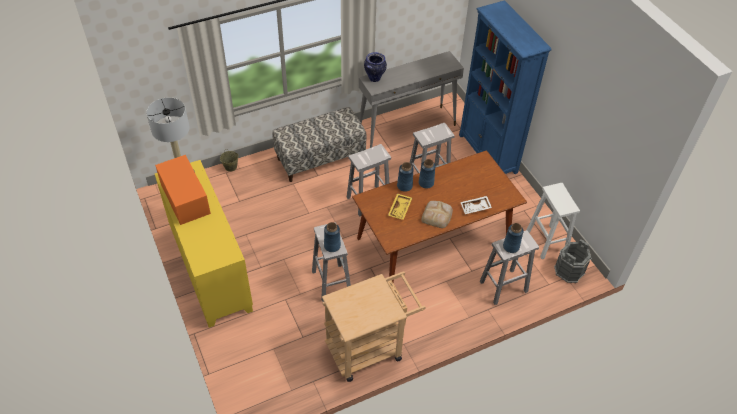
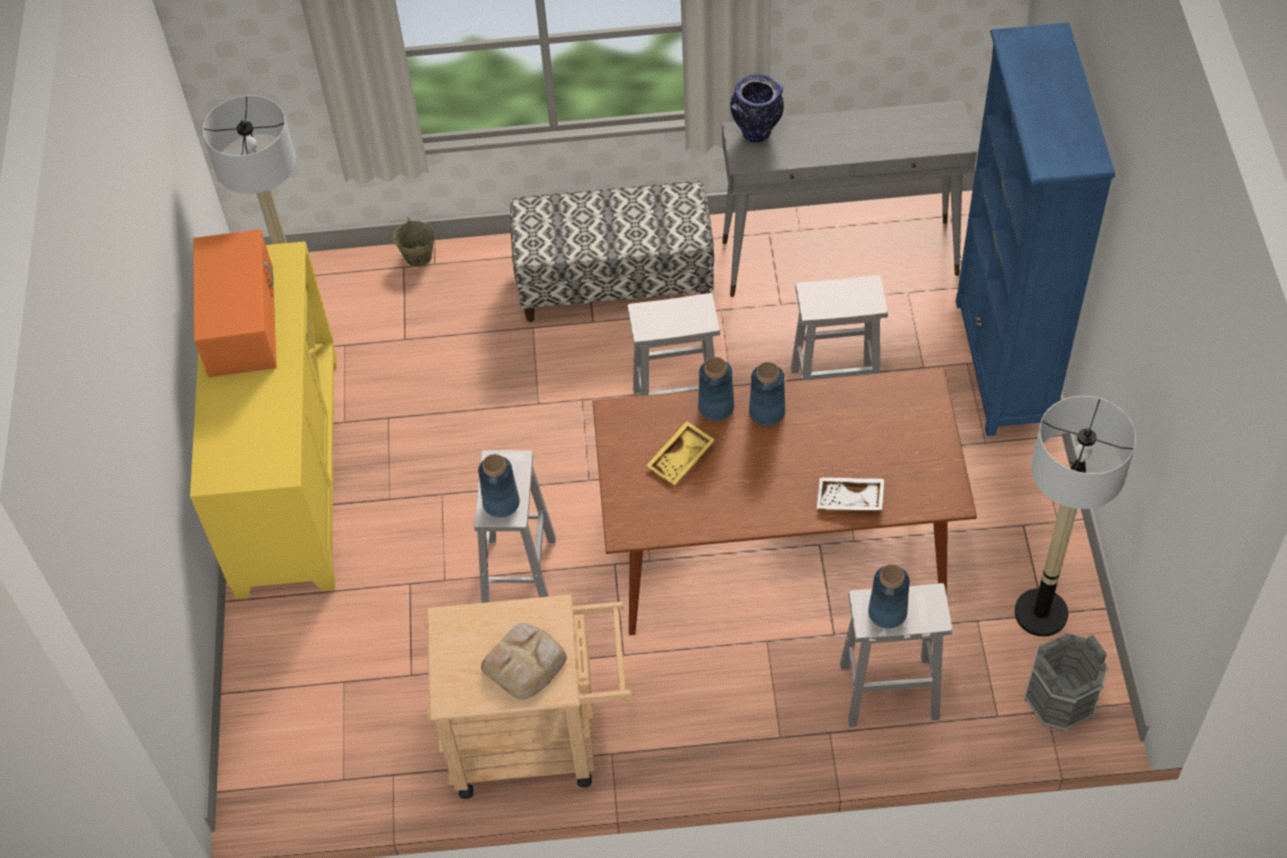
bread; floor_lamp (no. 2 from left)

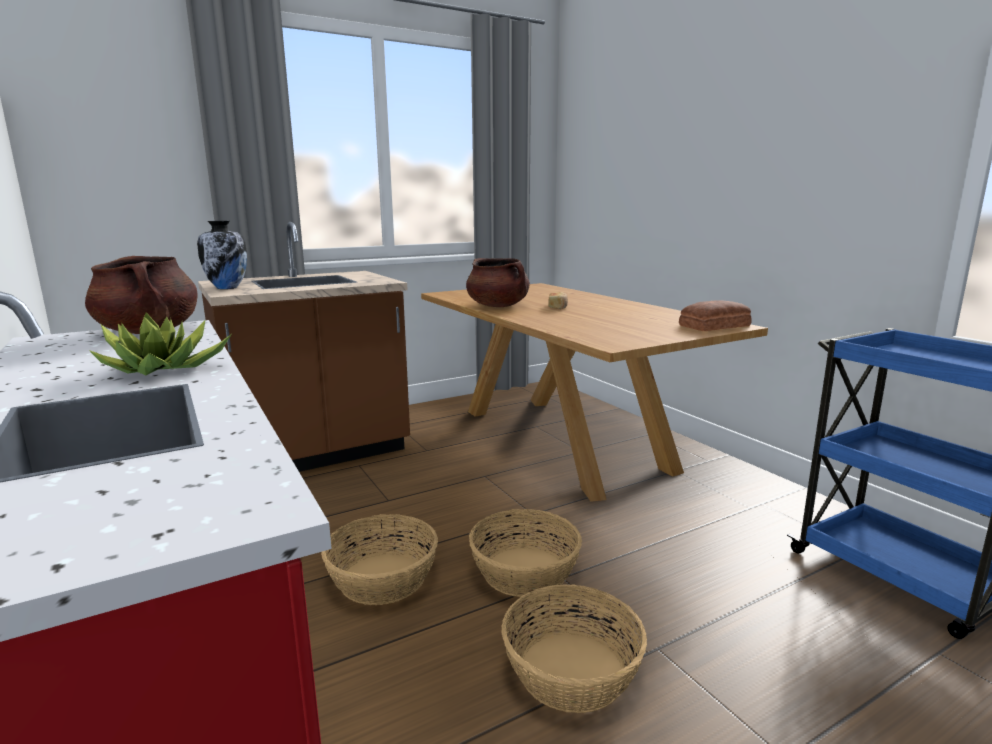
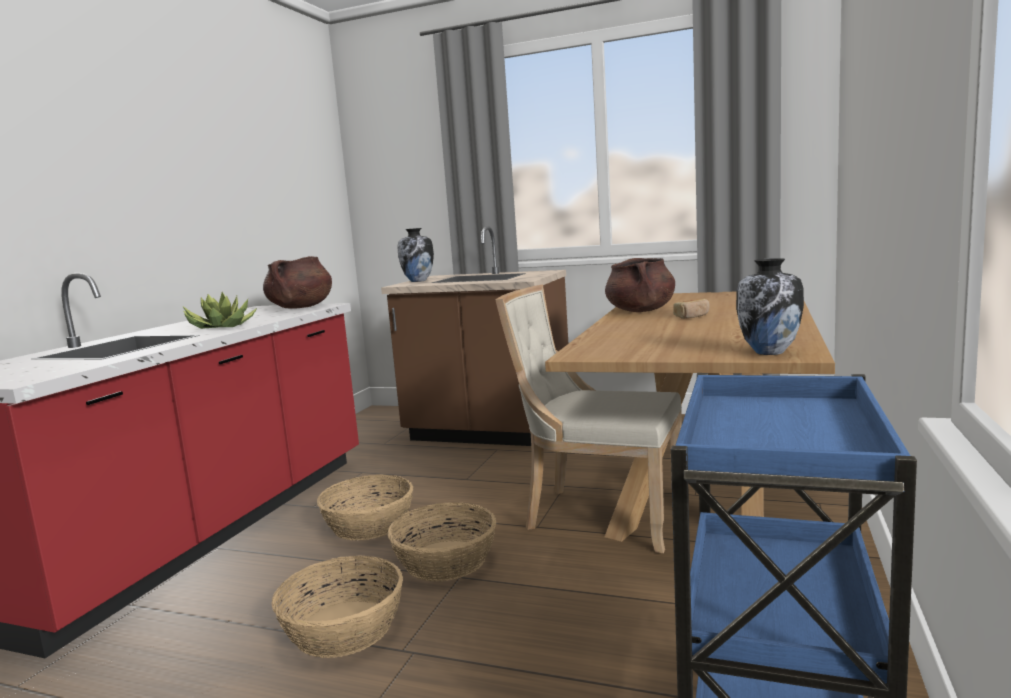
beige_chair; vase (no. 2 from left)

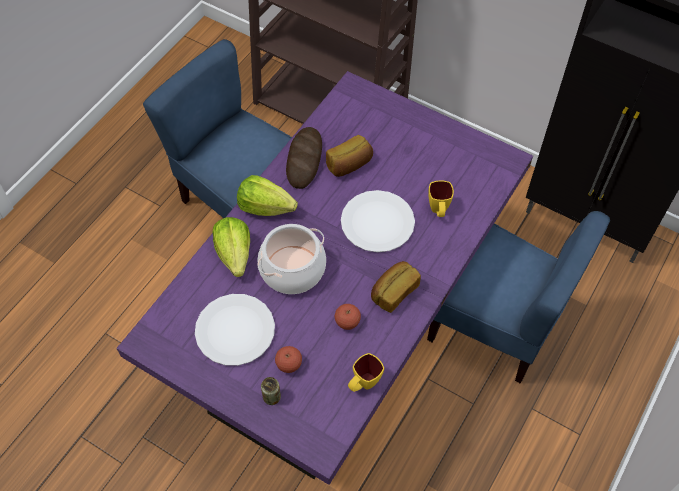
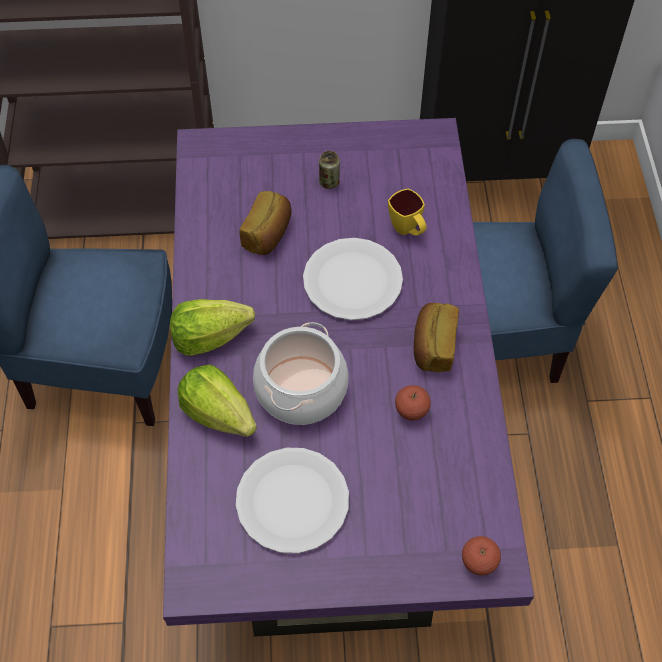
bread (no. 1 from left in the first image); yellow_mug (no. 1 from left in the first image); can; apple (no. 2 from left)

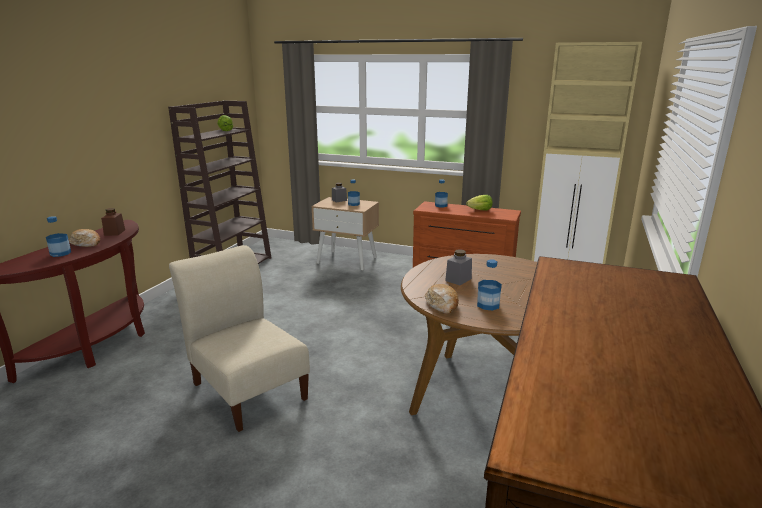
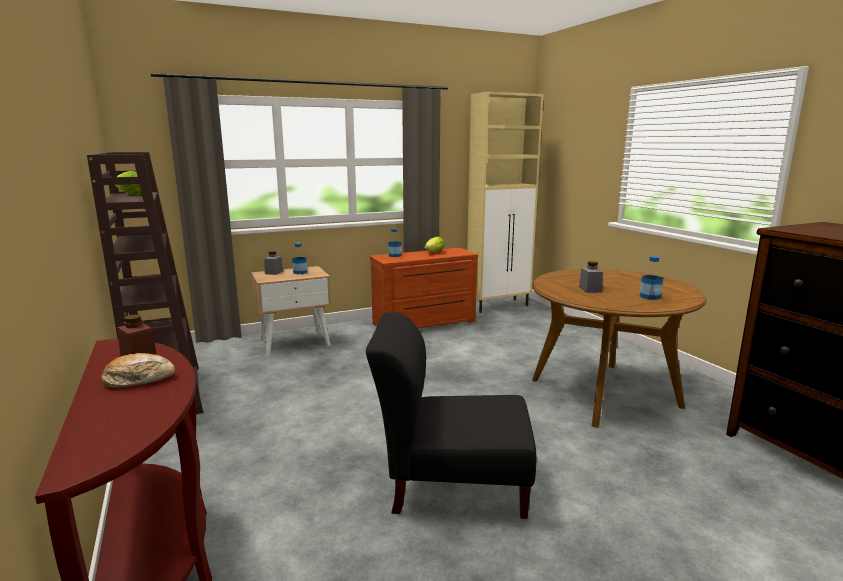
bottle (no. 1 from left in the first image); bread (no. 2 from left in the first image); black_chair

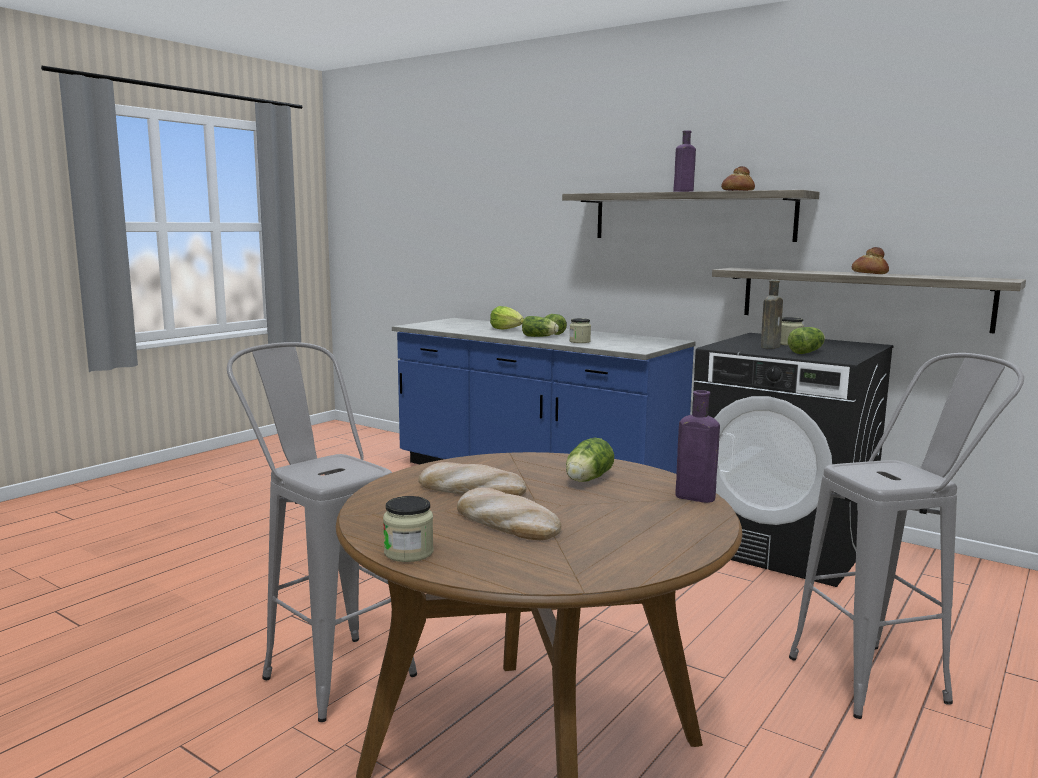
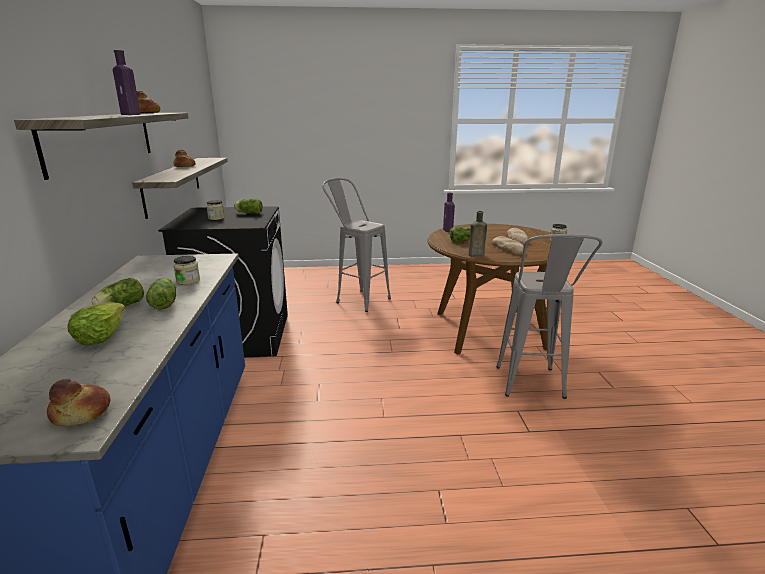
bread (no. 1 from left); brown_bottle

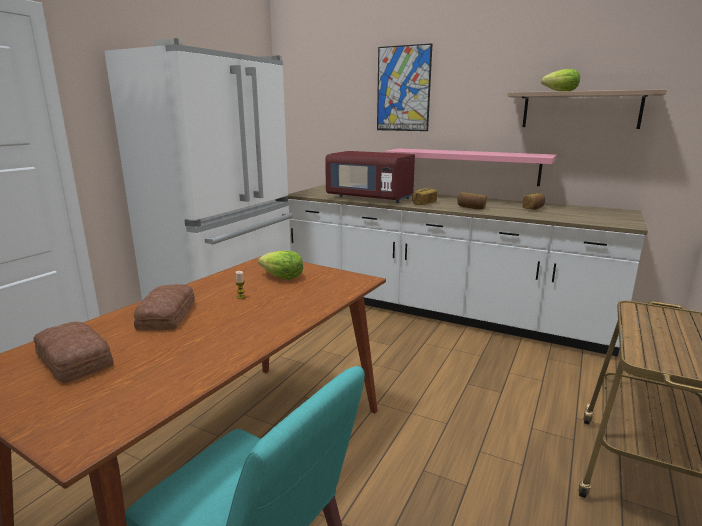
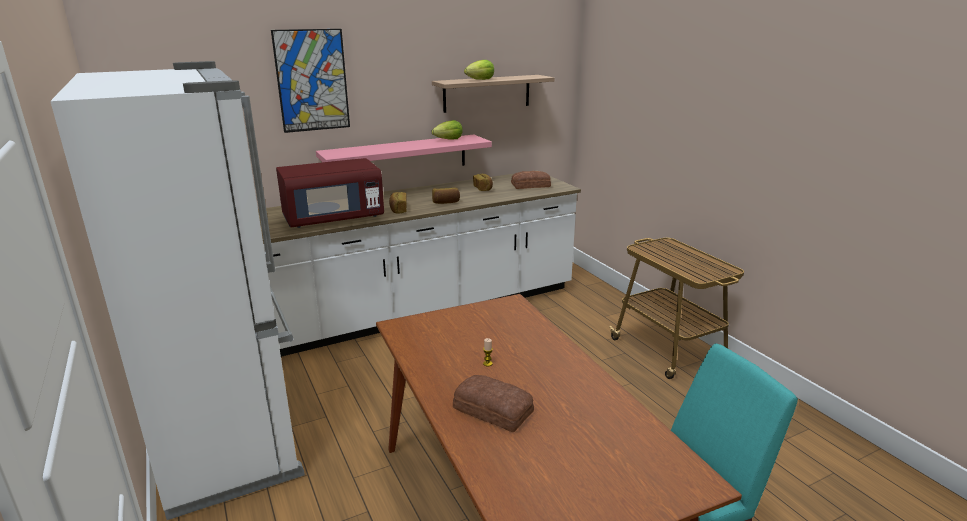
bread (no. 5 from left); lettuce (no. 1 from left)

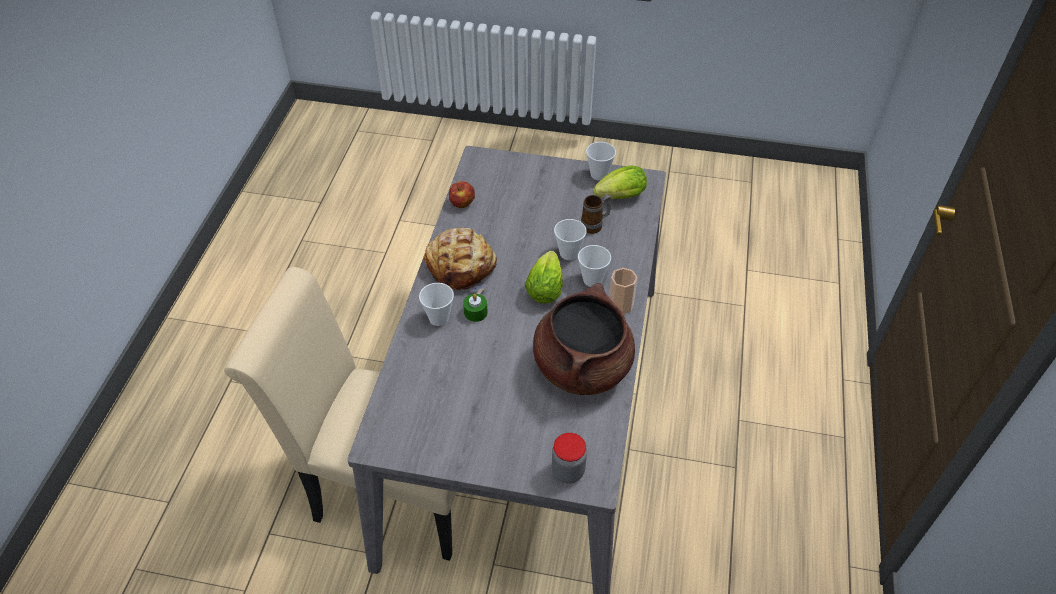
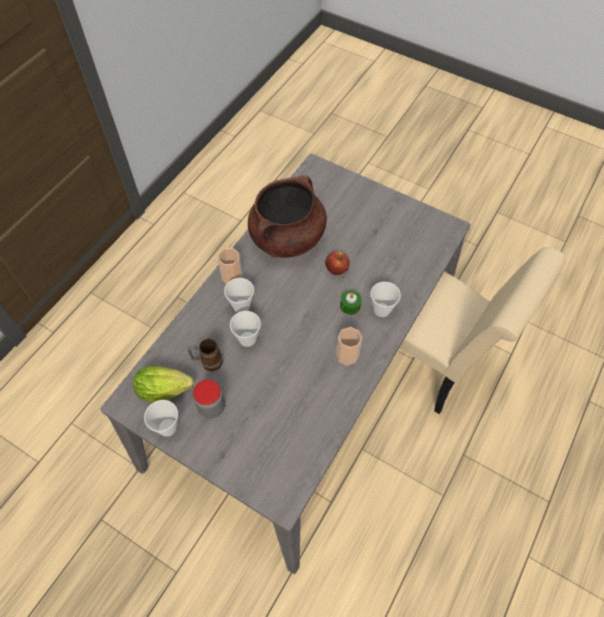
lettuce (no. 1 from left in the first image); apple; jar; cup (no. 5 from left)

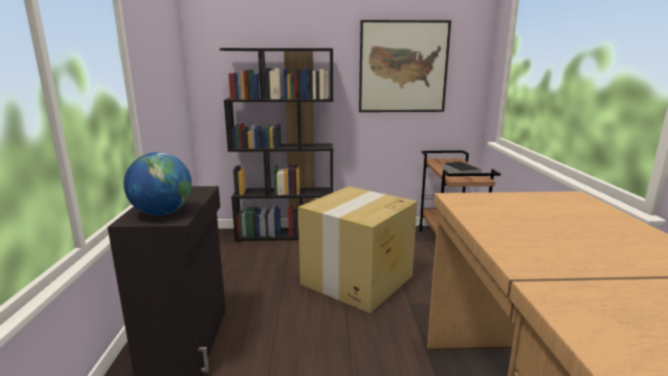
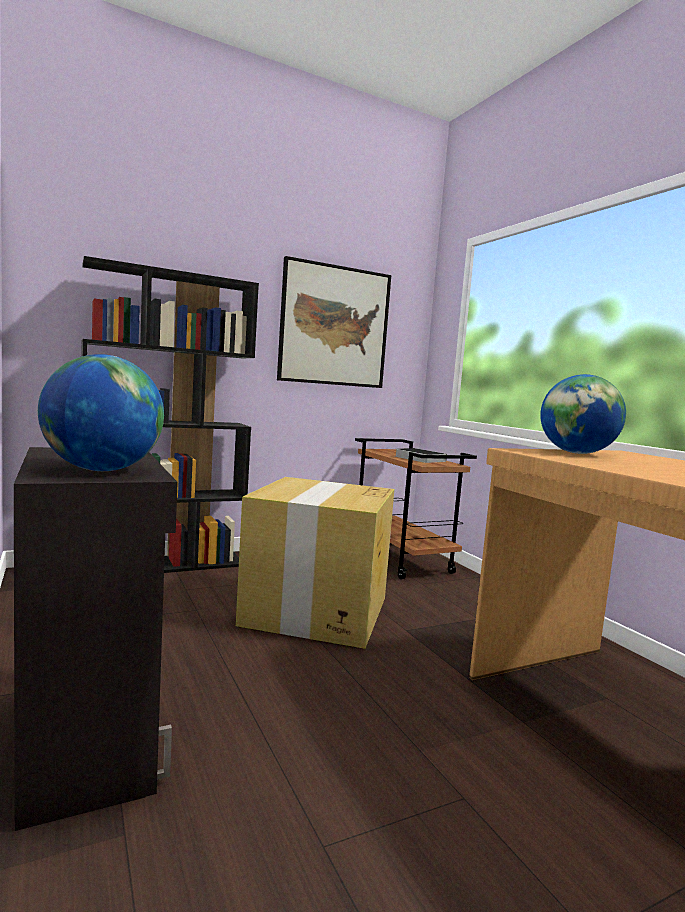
globe (no. 2 from left)

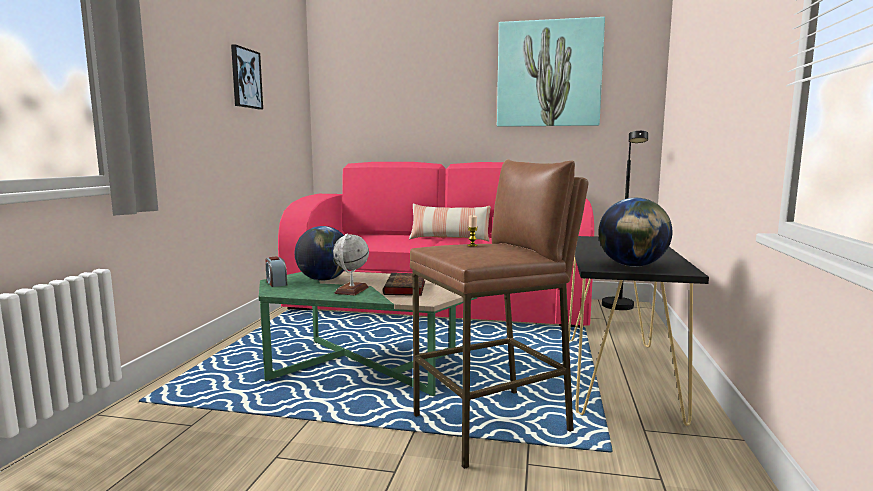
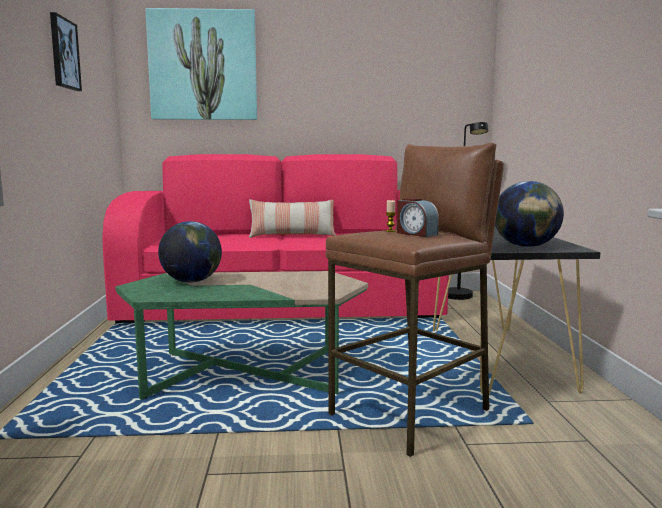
globe (no. 2 from left in the first image); book; alarm_clock; picture (no. 2 from left)

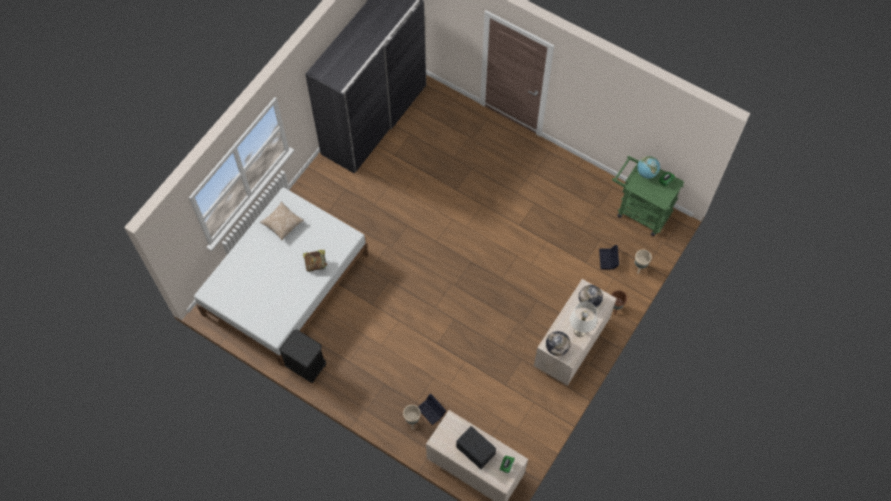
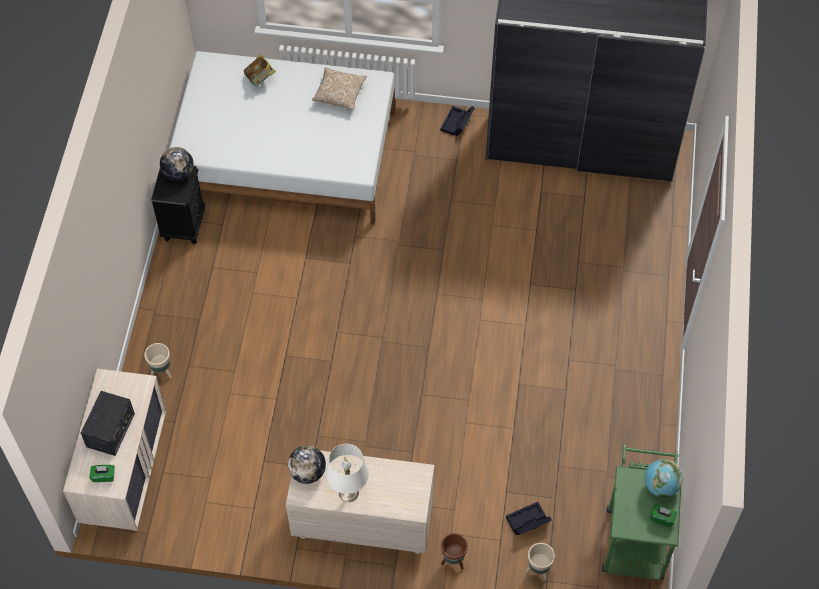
book; black_storage_box (no. 1 from left); globe (no. 1 from left)

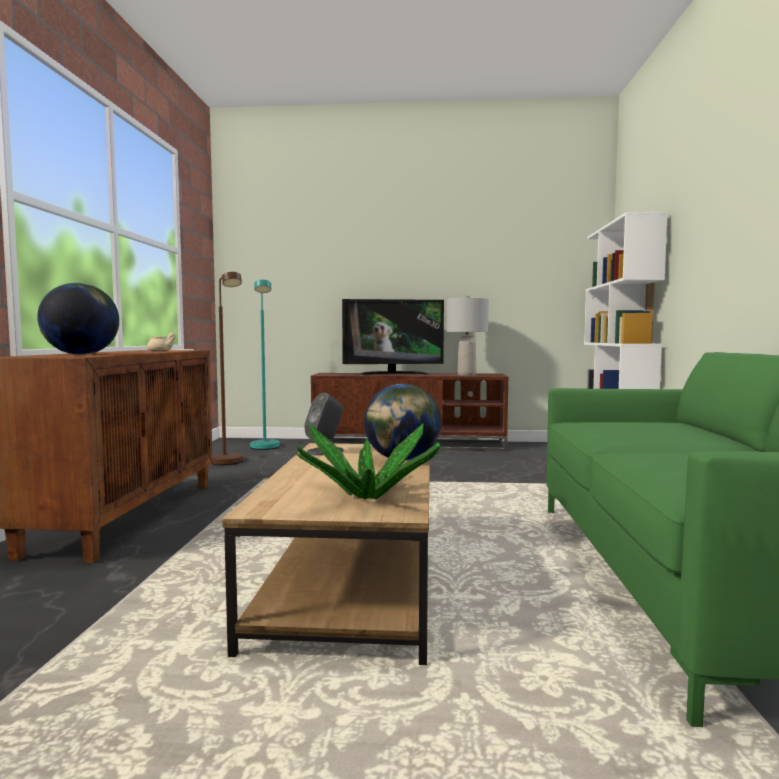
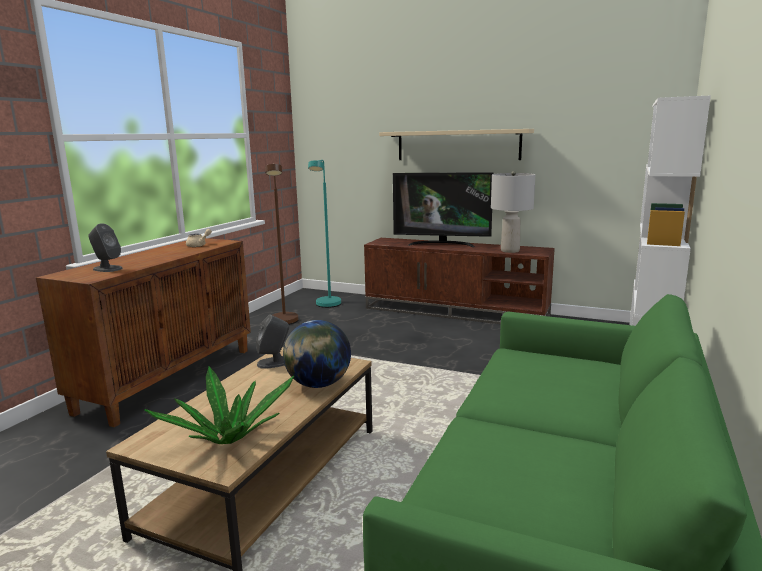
beige_shelf; grey_speaker (no. 1 from left)

